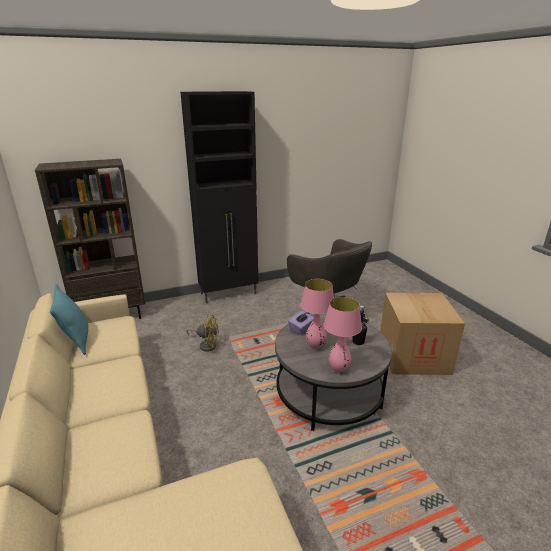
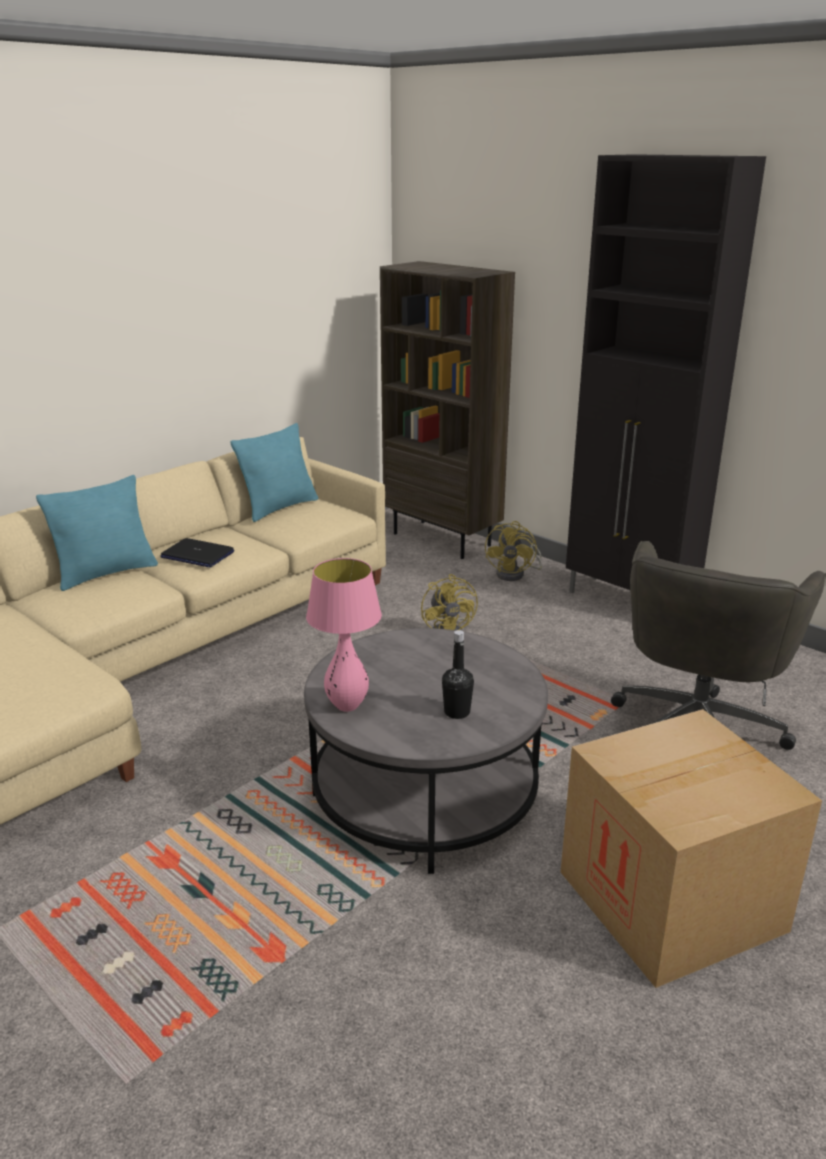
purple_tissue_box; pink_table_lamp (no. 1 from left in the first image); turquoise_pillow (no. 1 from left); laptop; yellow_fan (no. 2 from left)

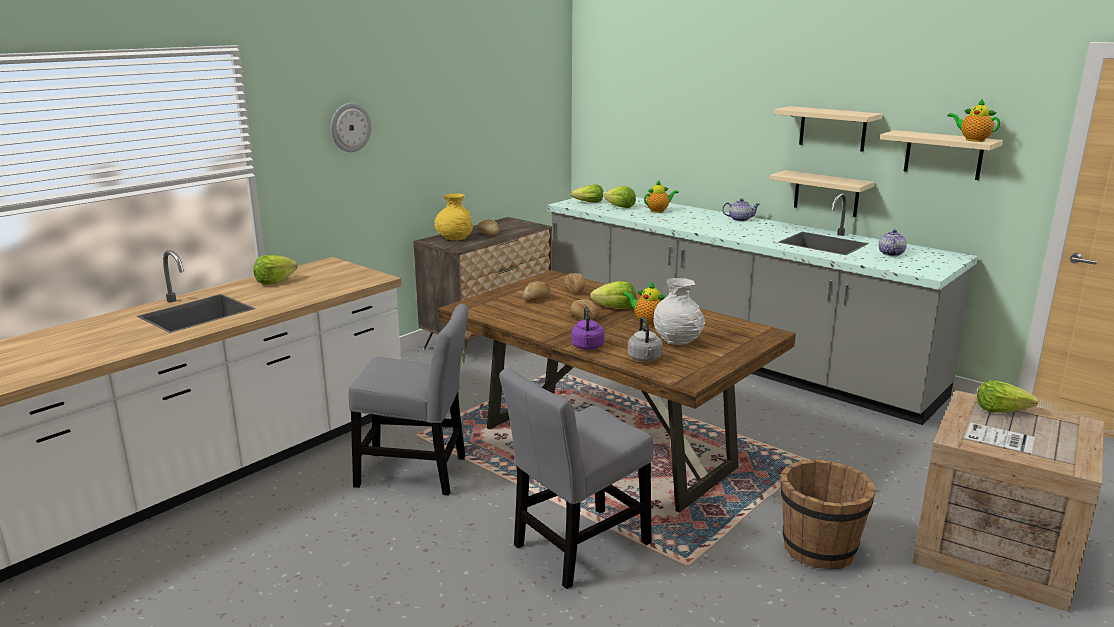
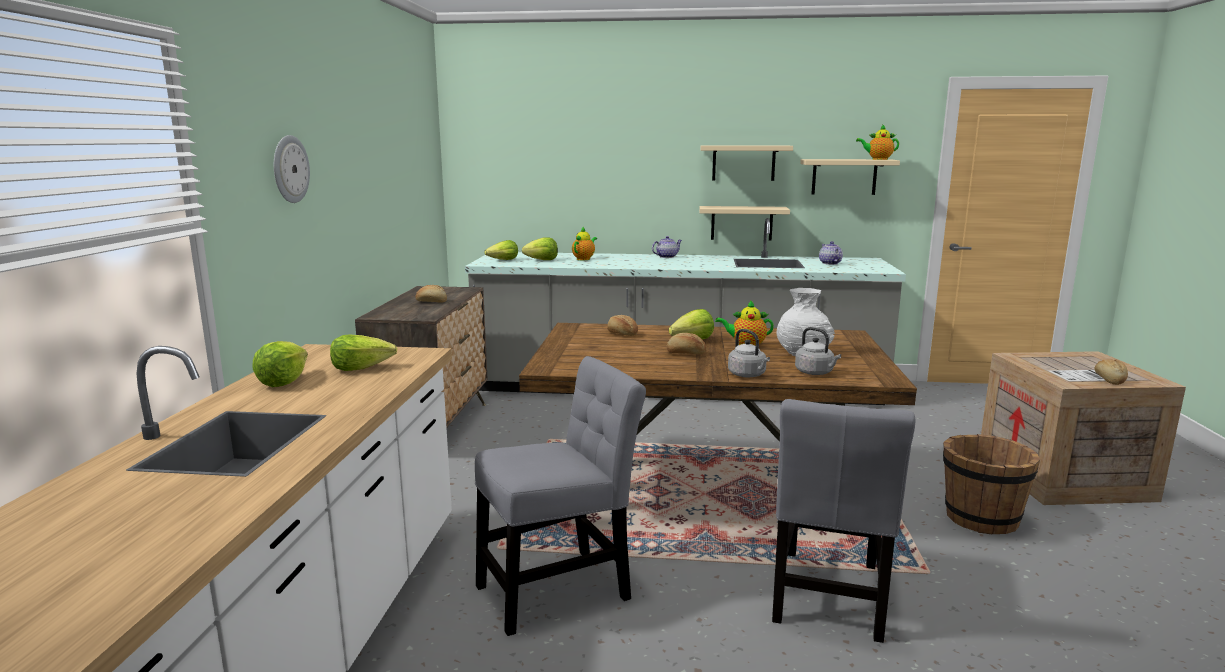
yellow_vase; bread (no. 4 from left); lettuce (no. 2 from left); grey_kettle (no. 1 from left)

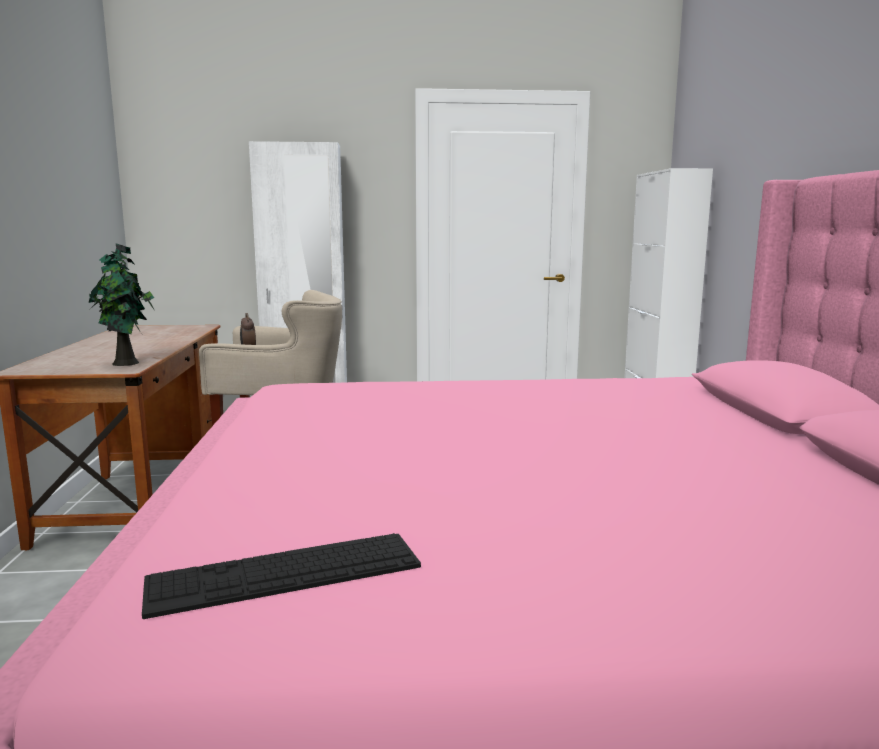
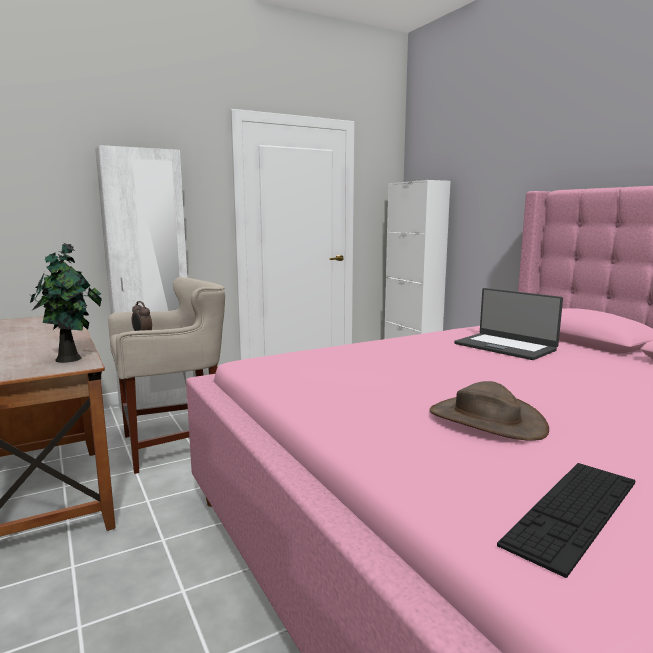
brown_hat; laptop

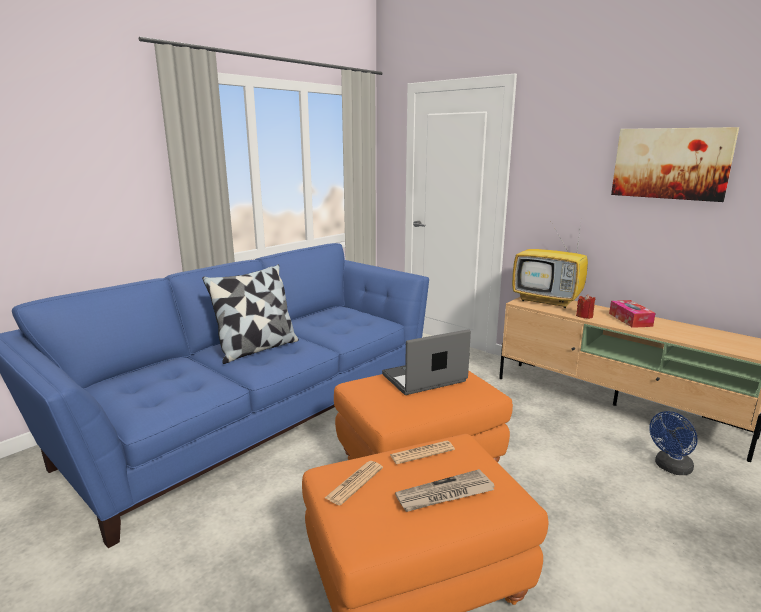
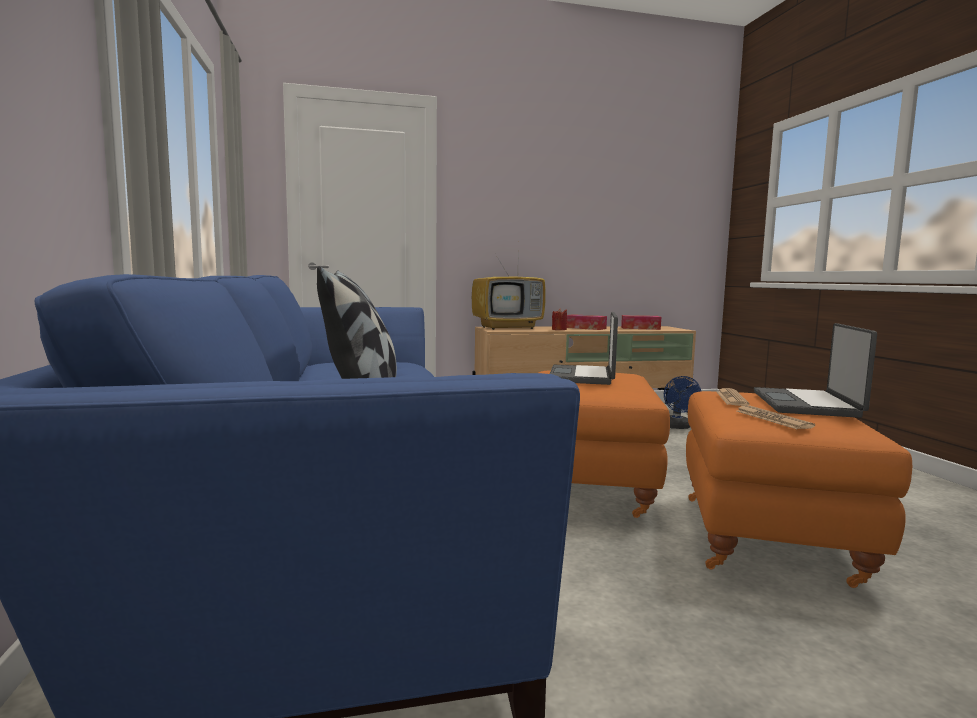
picture; tissue_box (no. 2 from left); laptop (no. 2 from left)

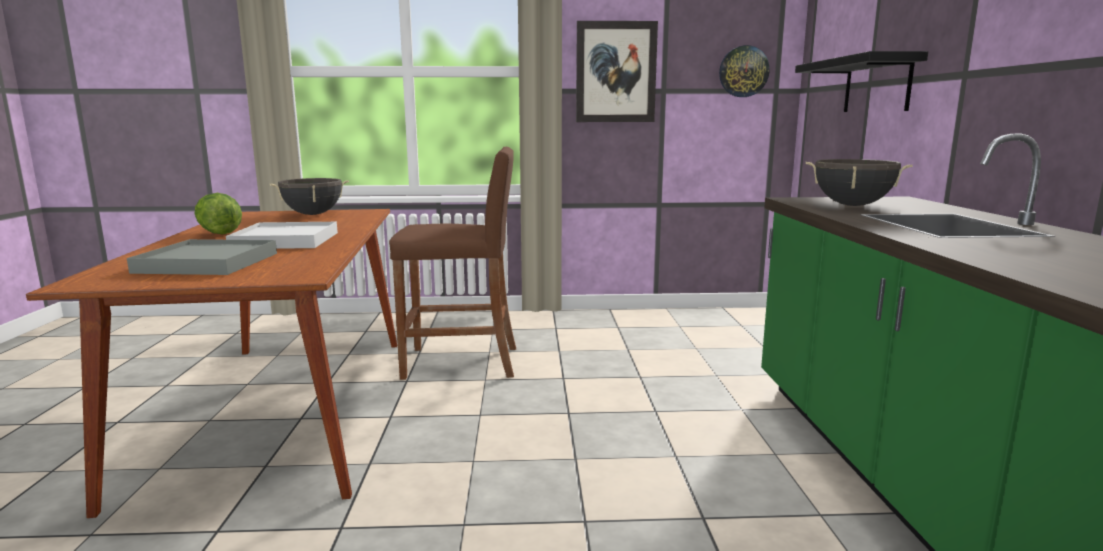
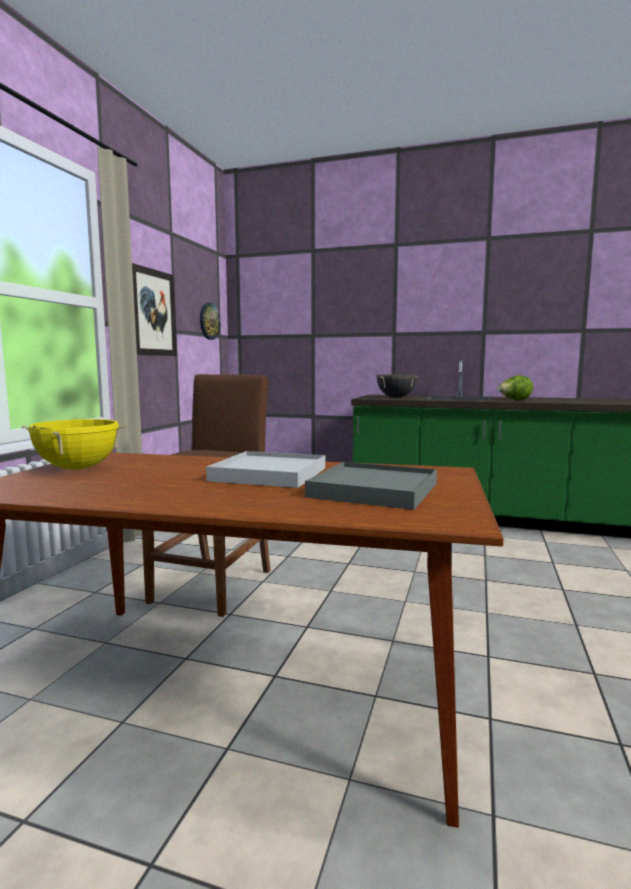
black_shelf; lettuce; yellow_cooking_pot

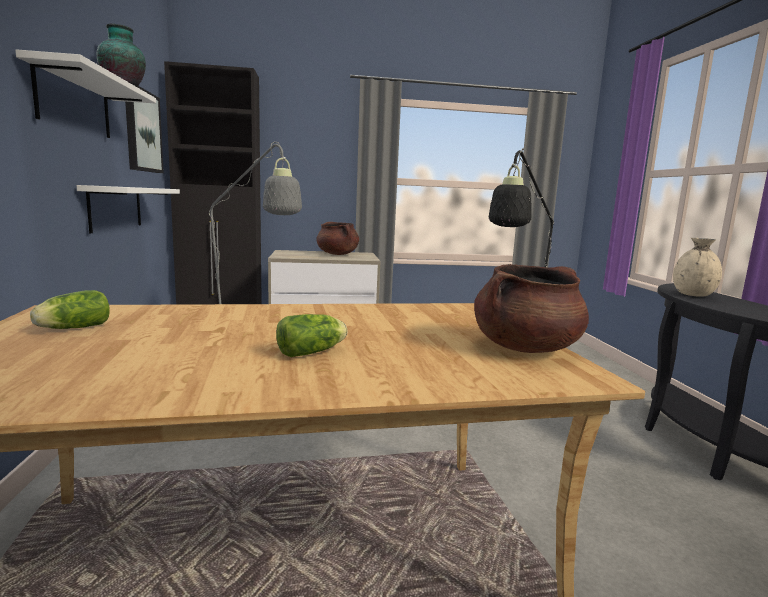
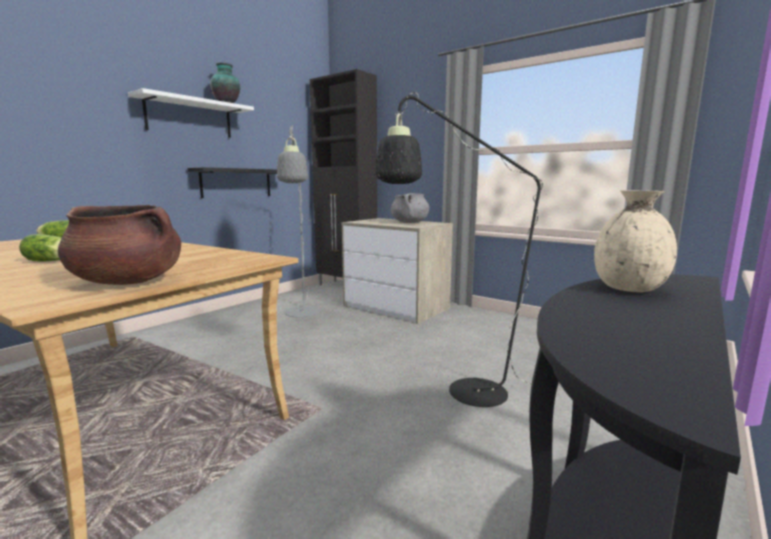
picture; black_shelf; grey_cooking_pot

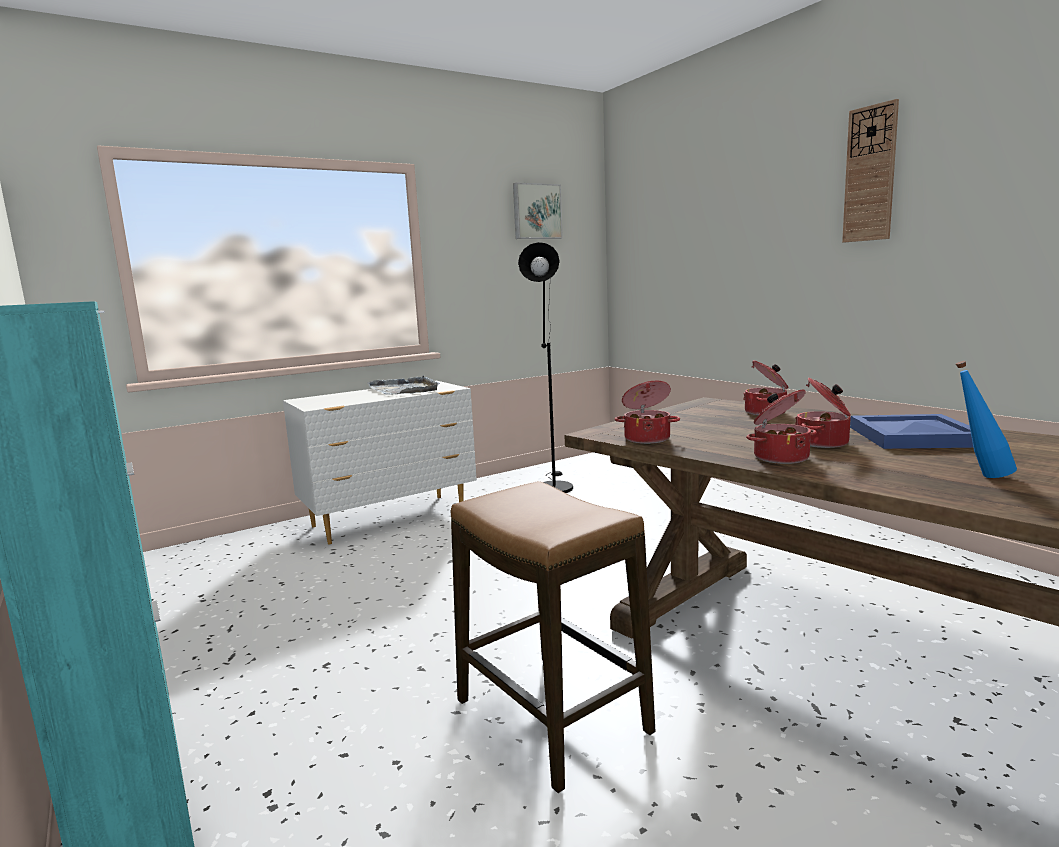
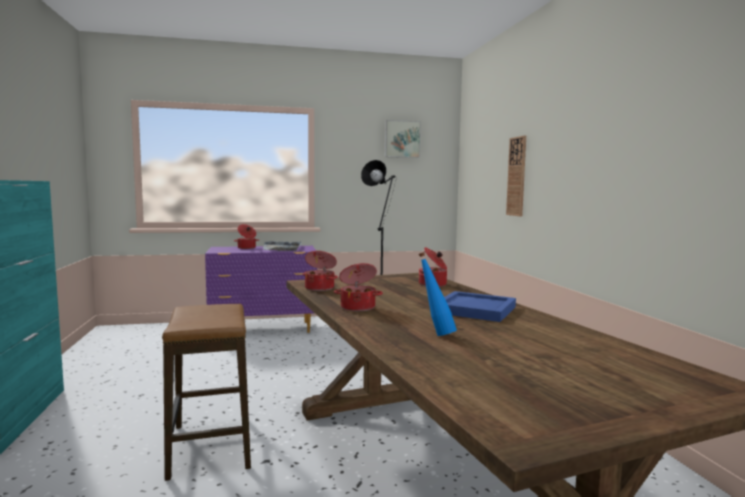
cooking_pot (no. 1 from left); wall_clock; purple_dresser

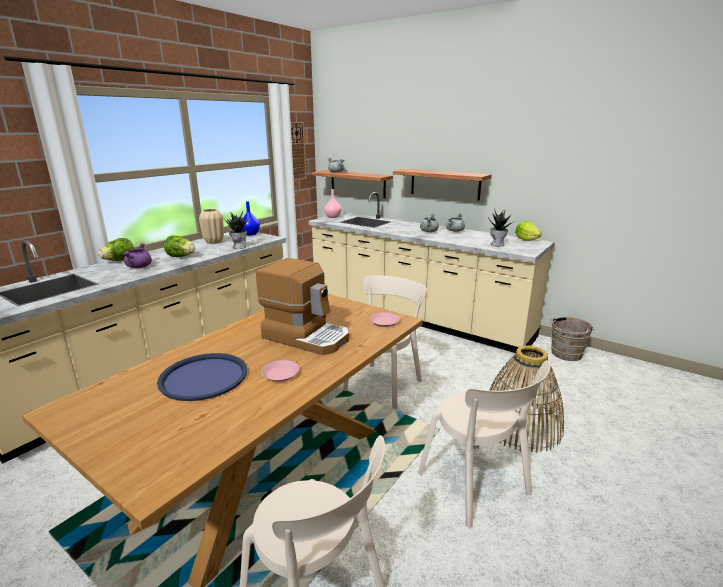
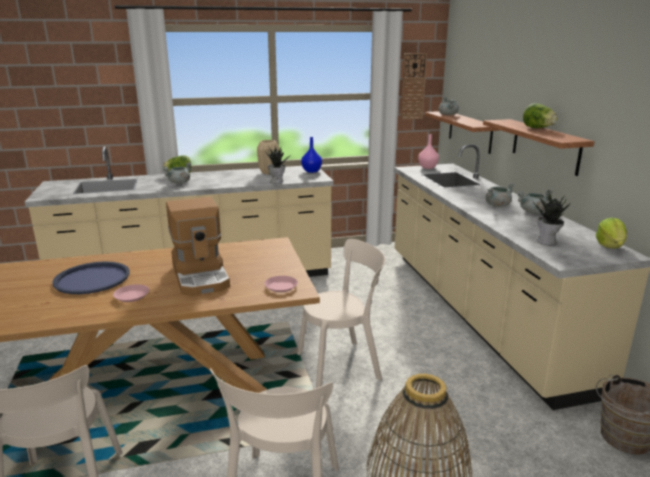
lettuce (no. 2 from left); grey_cooking_pot (no. 1 from left)

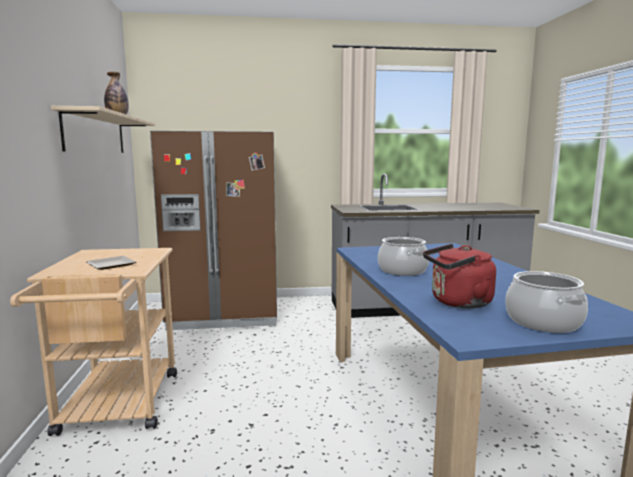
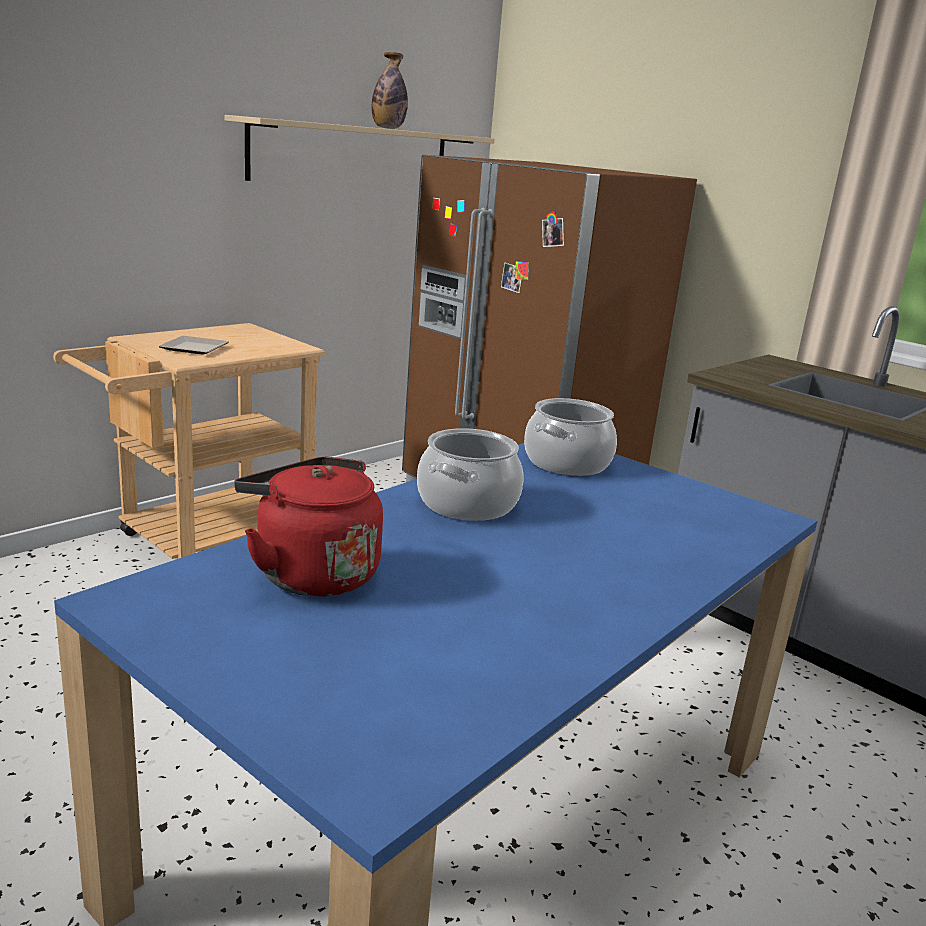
cooking_pot (no. 2 from left)

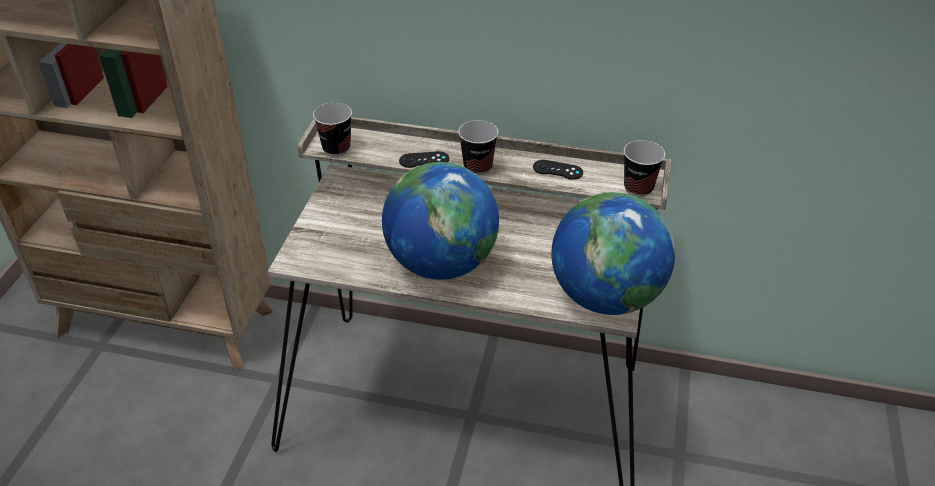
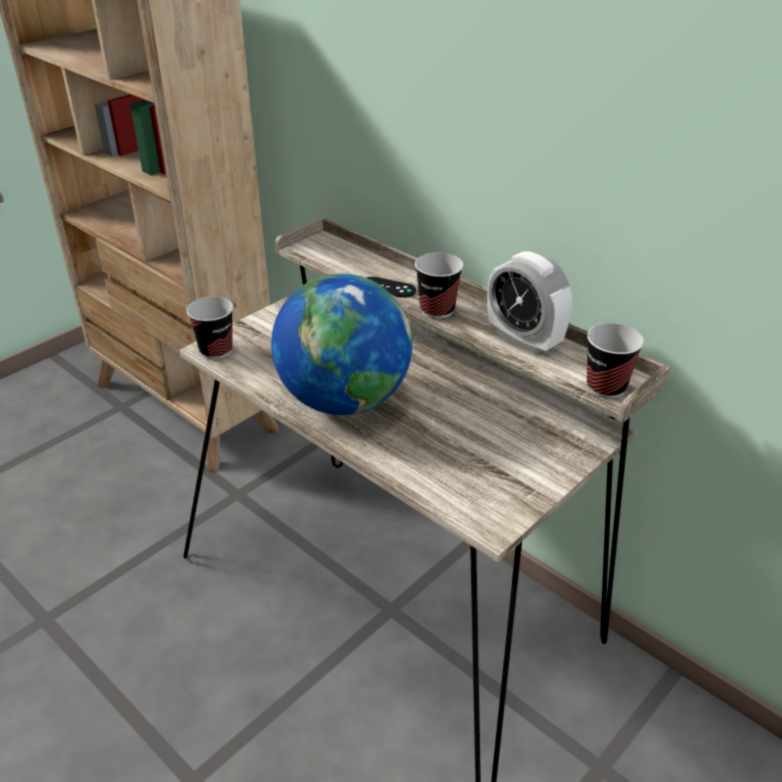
globe (no. 2 from left in the first image); cup (no. 1 from left); alarm_clock

